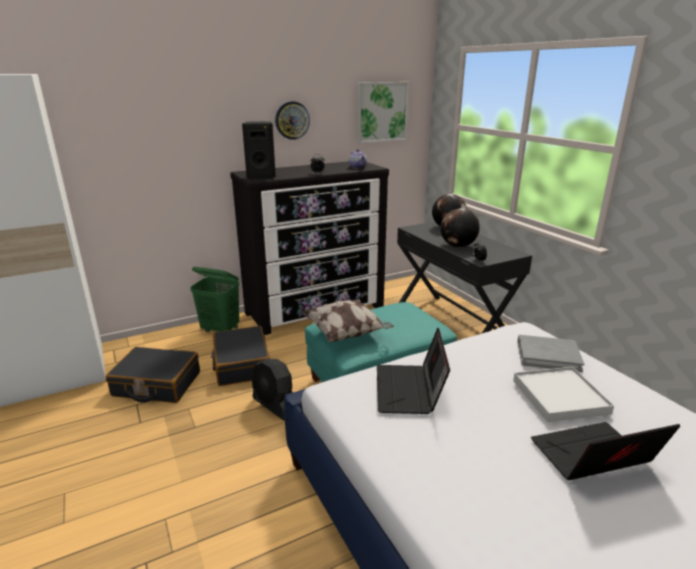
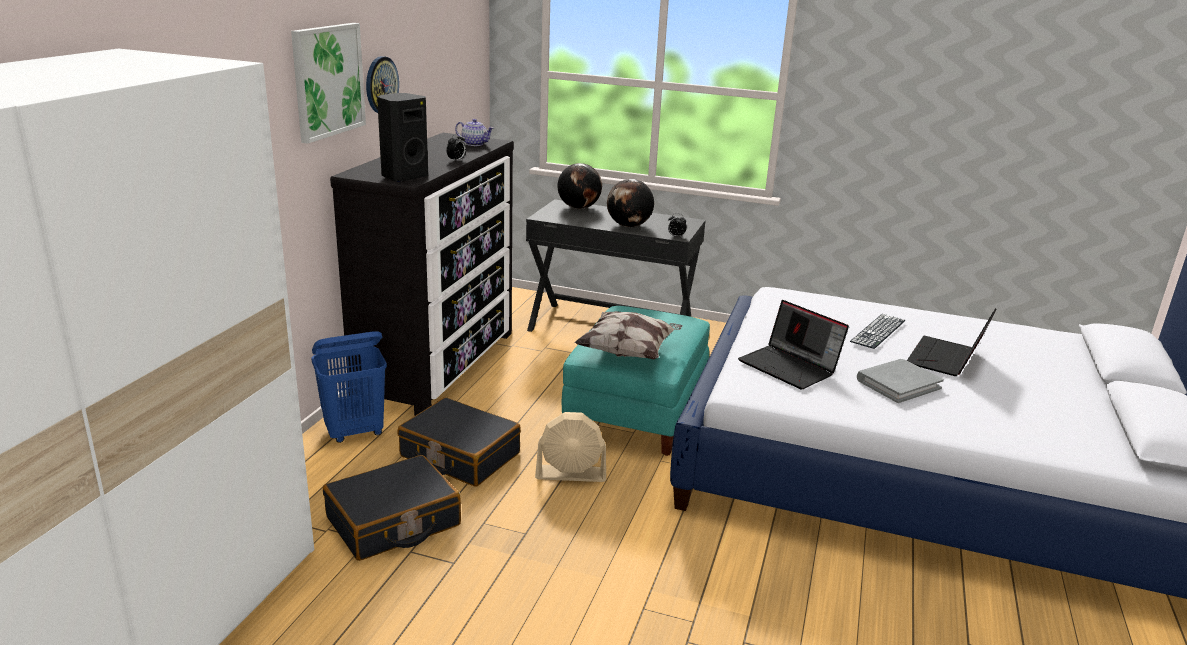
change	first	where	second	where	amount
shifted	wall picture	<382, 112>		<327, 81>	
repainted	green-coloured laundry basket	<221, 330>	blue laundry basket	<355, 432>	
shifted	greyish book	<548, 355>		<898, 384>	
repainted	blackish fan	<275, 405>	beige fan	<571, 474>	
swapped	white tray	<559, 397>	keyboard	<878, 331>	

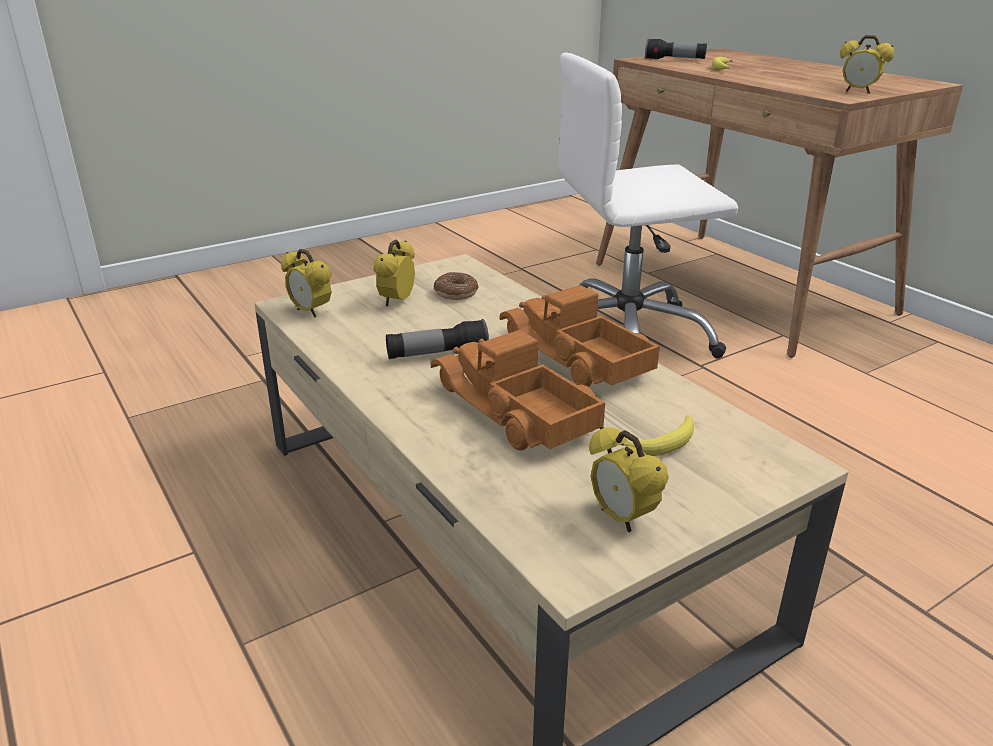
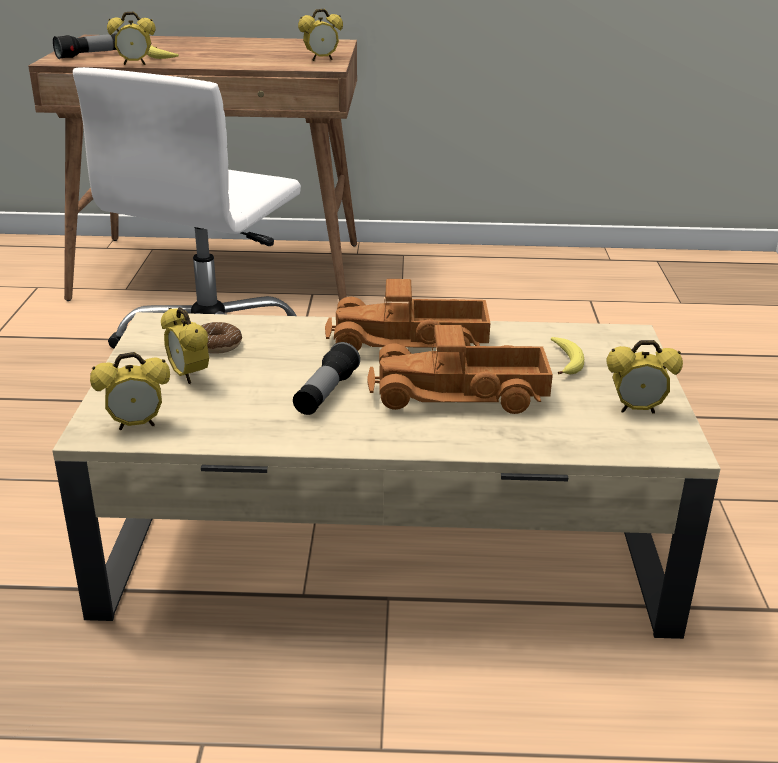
change	first	where	second	where	amount
new			table clock	<135, 64>	

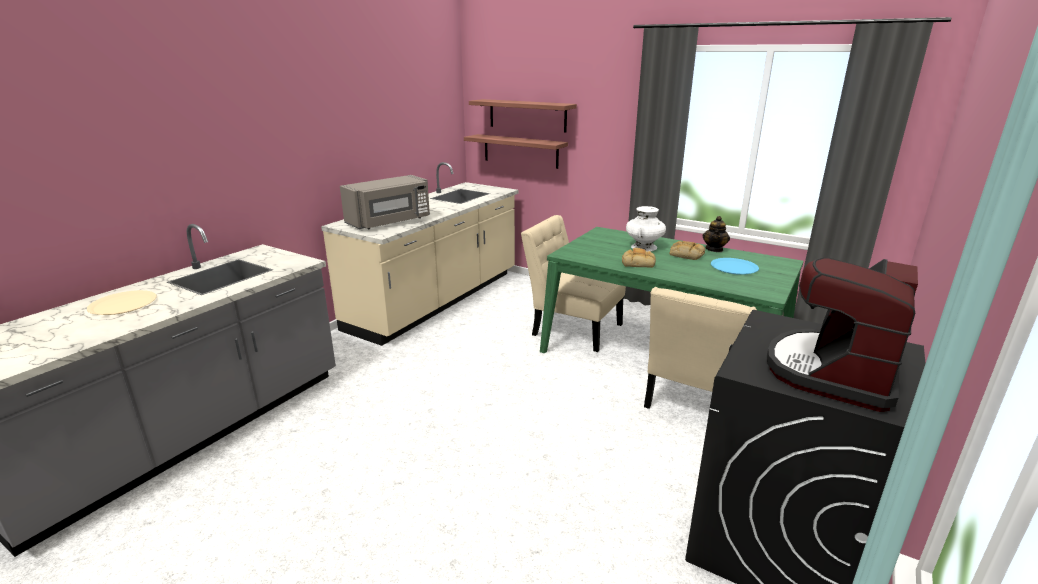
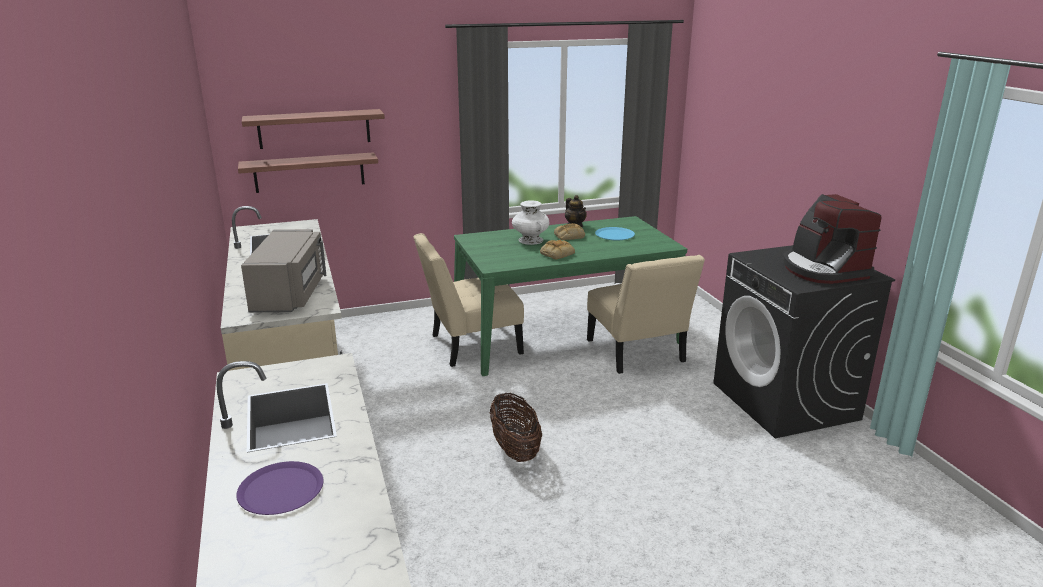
change	first	where	second	where	amount
repainted	beige flat dish	<123, 304>	purplish flat dish	<281, 489>	
new			household basket	<515, 449>	

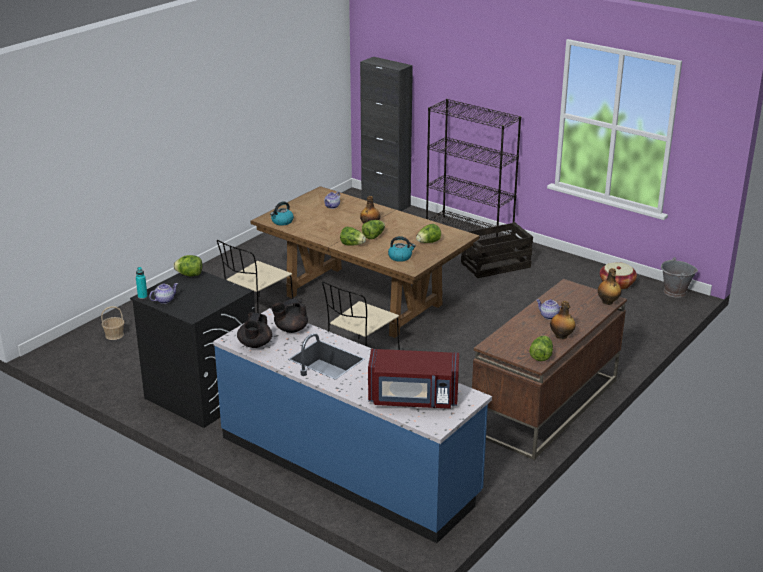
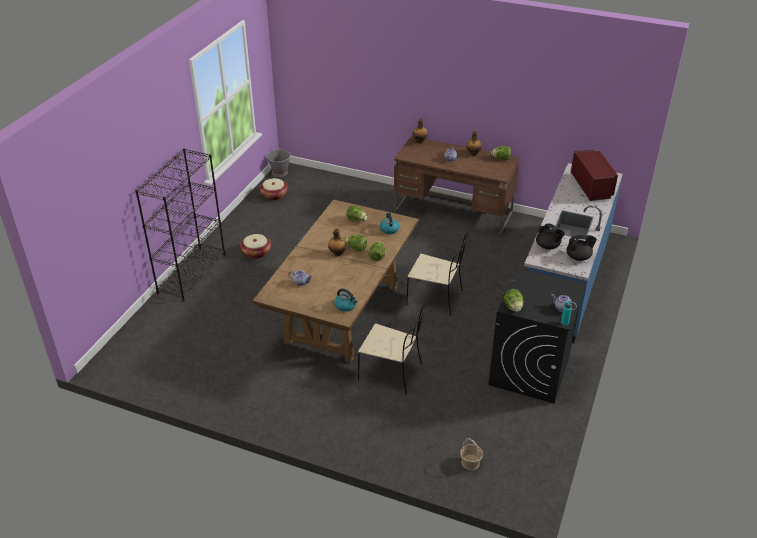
change	first	where	second	where	amount
gone	blackish cabinet	<385, 203>			
swapped	packing crate	<495, 265>	household basket	<256, 252>	

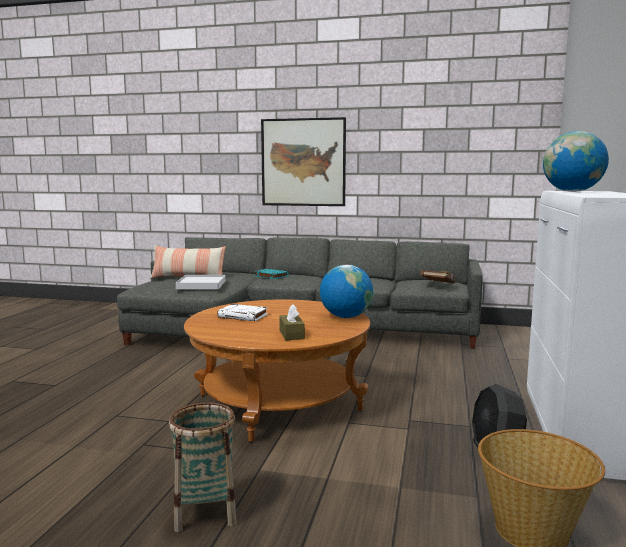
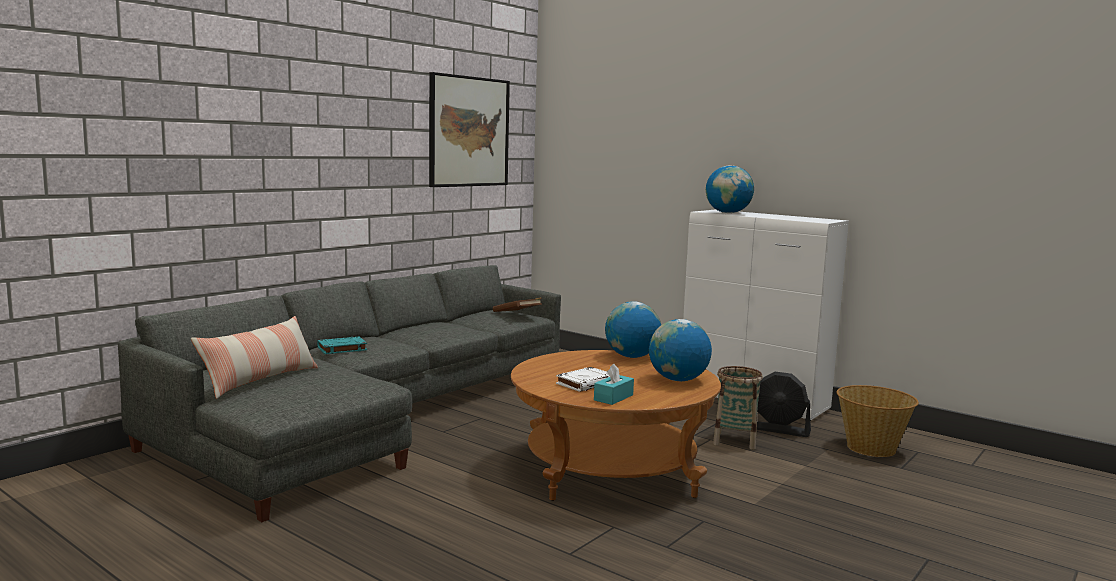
change	first	where	second	where	amount
shifted	wall picture	<303, 162>		<468, 132>	
gone	white tray	<201, 285>			
swapped	brownish tissue box	<291, 334>	desk globe	<678, 380>	
shifted	household basket	<206, 511>		<735, 440>	
new			turquoise tissue box	<613, 397>	

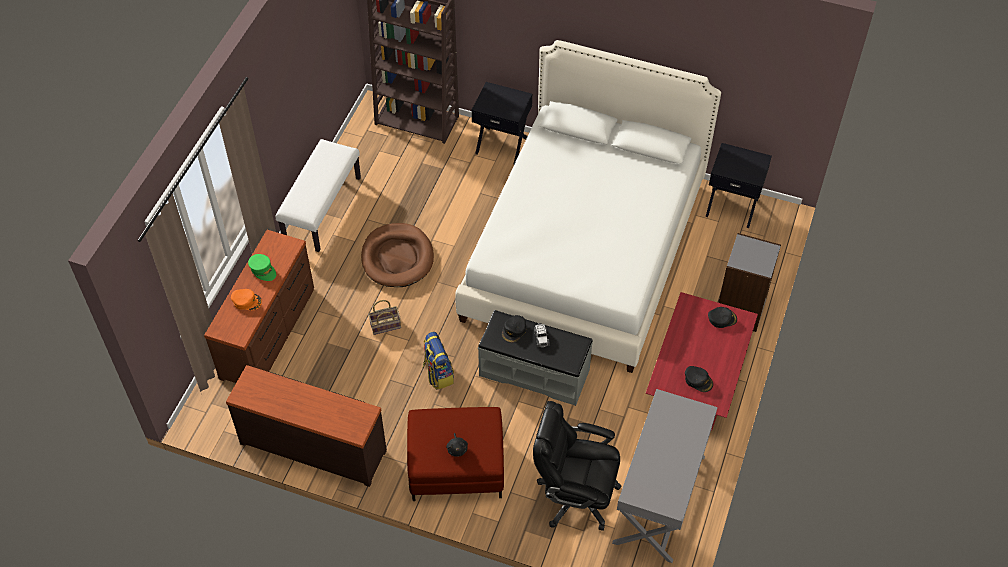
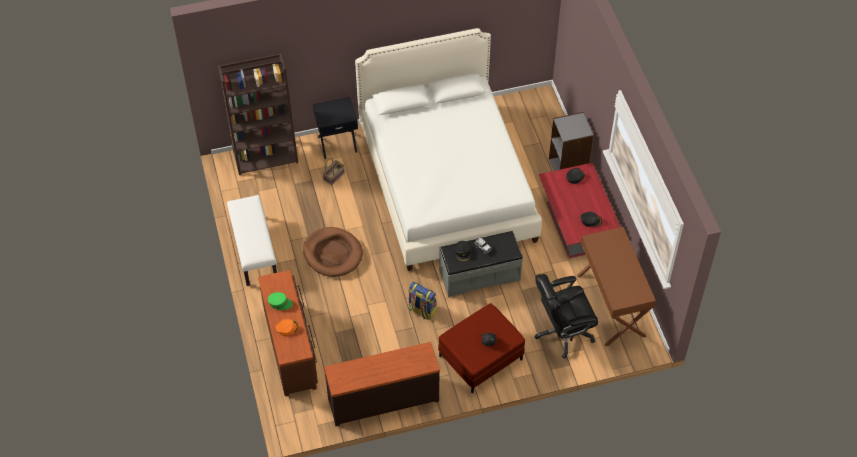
change	first	where	second	where	amount
gone	blackish bedside table	<732, 206>			
shifted	household basket	<386, 325>		<334, 176>	
repainted	greyish desk unit	<660, 499>	brownish desk unit	<611, 305>	

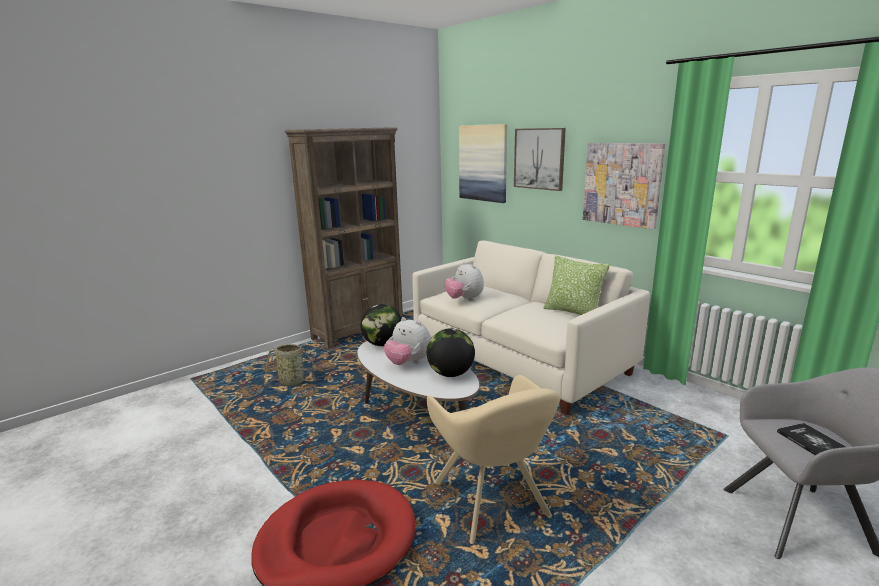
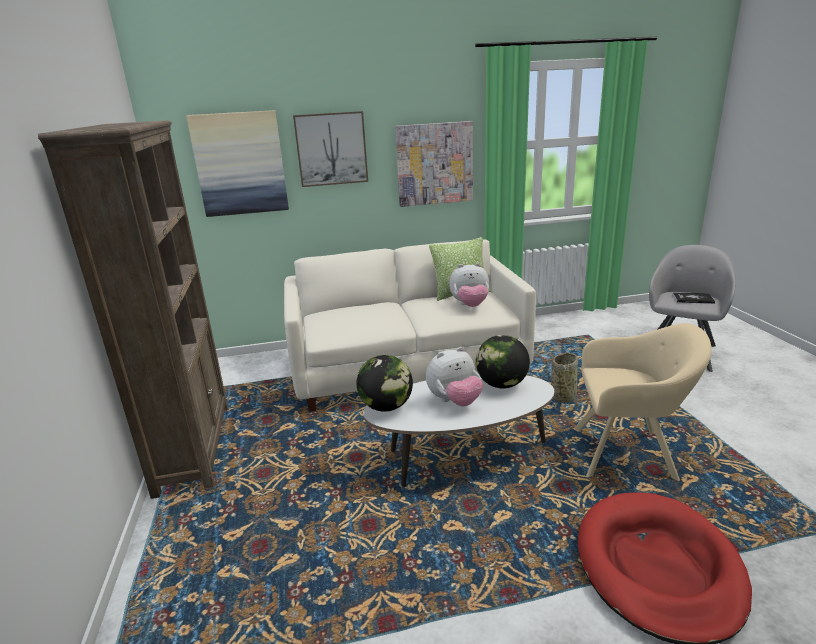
change	first	where	second	where	amount
shifted	plush toy	<464, 299>		<470, 305>	
shifted	household basket	<294, 382>		<563, 396>	

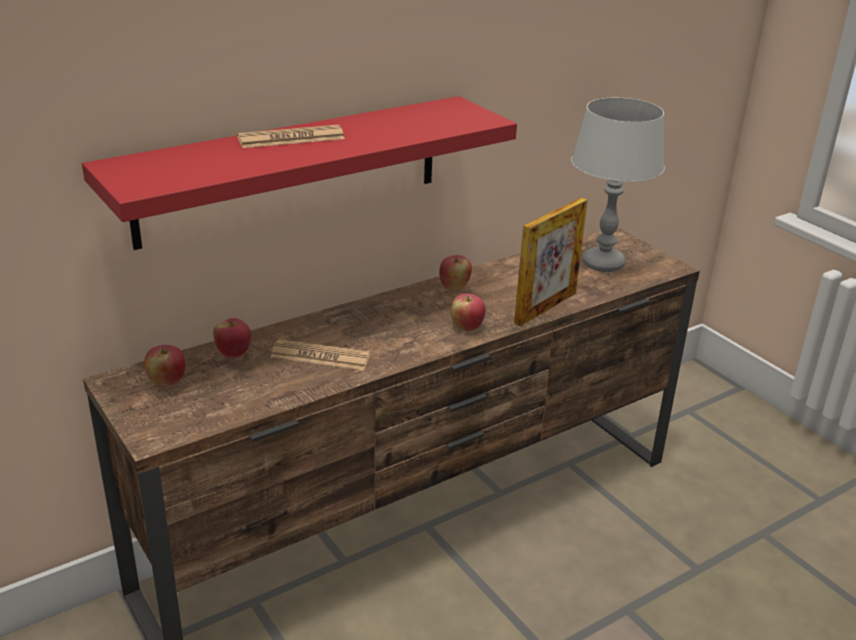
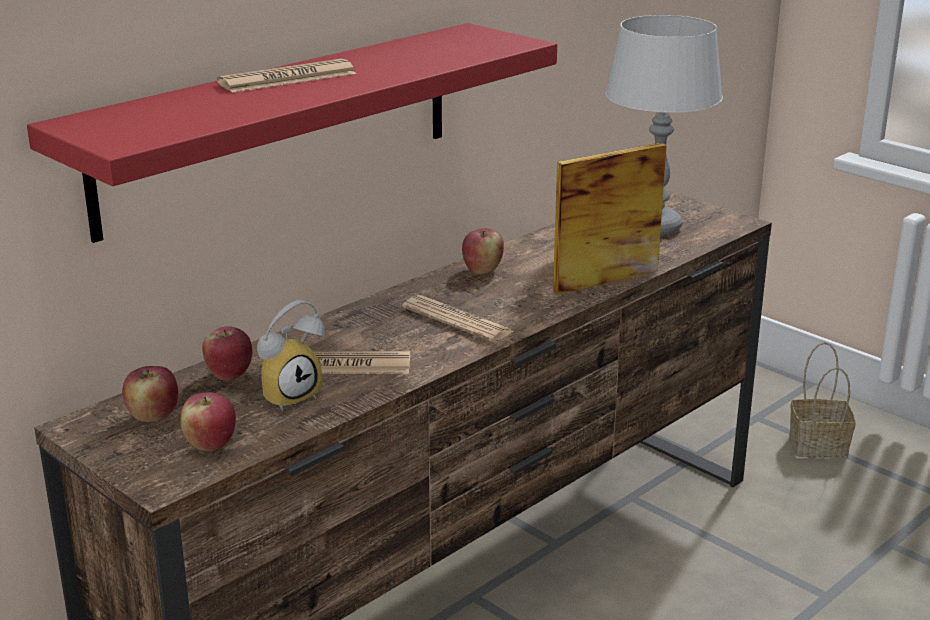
change	first	where	second	where	amount
rotated	standing frame	<545, 308>		<606, 280>	150 degrees counterclockwise
shifted	whole apple	<466, 327>		<210, 445>	
new			daily paper	<457, 320>	
new			table clock	<289, 395>	
new			household basket	<816, 447>	

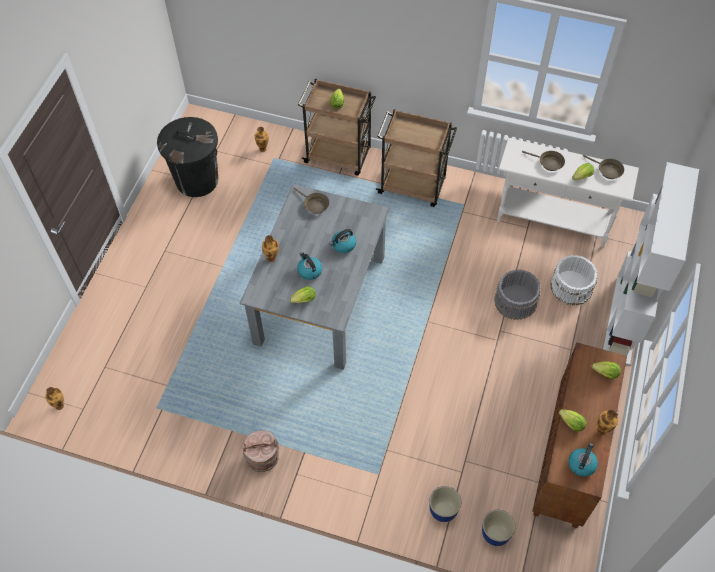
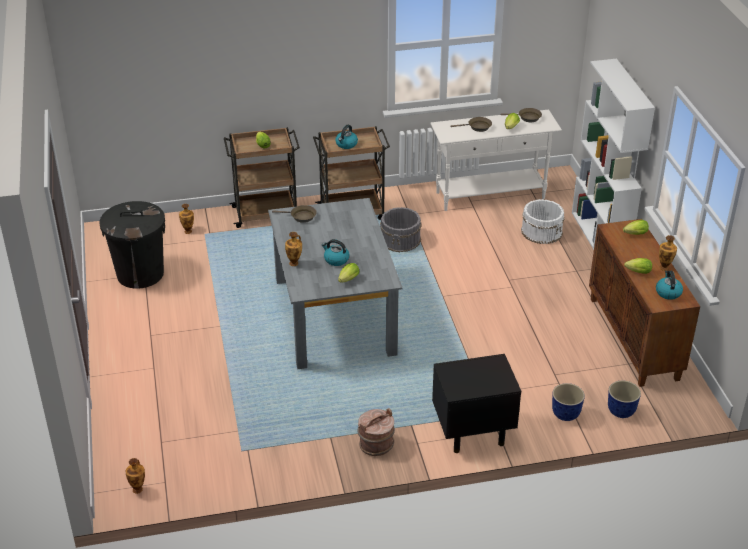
change	first	where	second	where	amount
shifted	tea kettle	<343, 245>		<346, 144>	
shifted	greyish bucket	<516, 301>		<400, 240>	
new			blackish bedside table	<472, 432>	

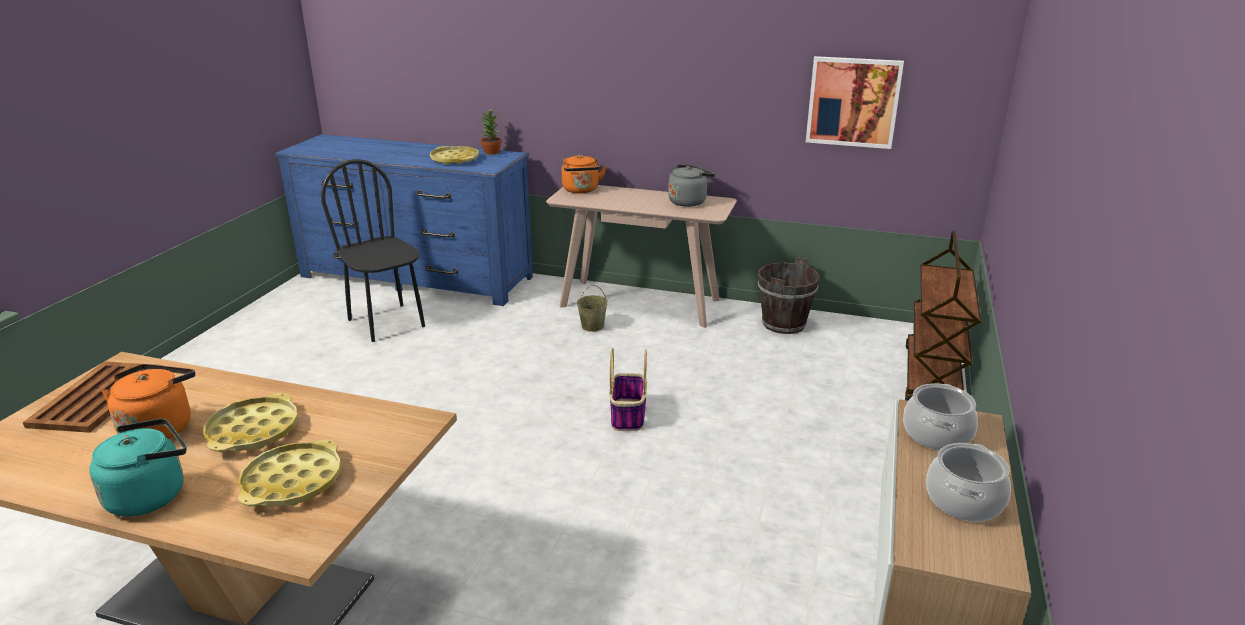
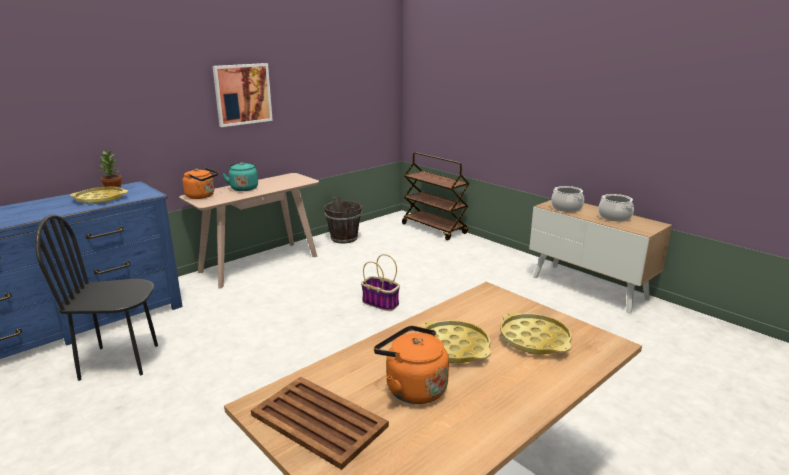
change	first	where	second	where	amount
shifted	wall picture	<853, 102>		<243, 94>	
gone	greyish tea kettle	<689, 201>			
gone	beige bucket	<592, 326>			
shifted	turquoise tea kettle	<151, 495>		<244, 188>	

